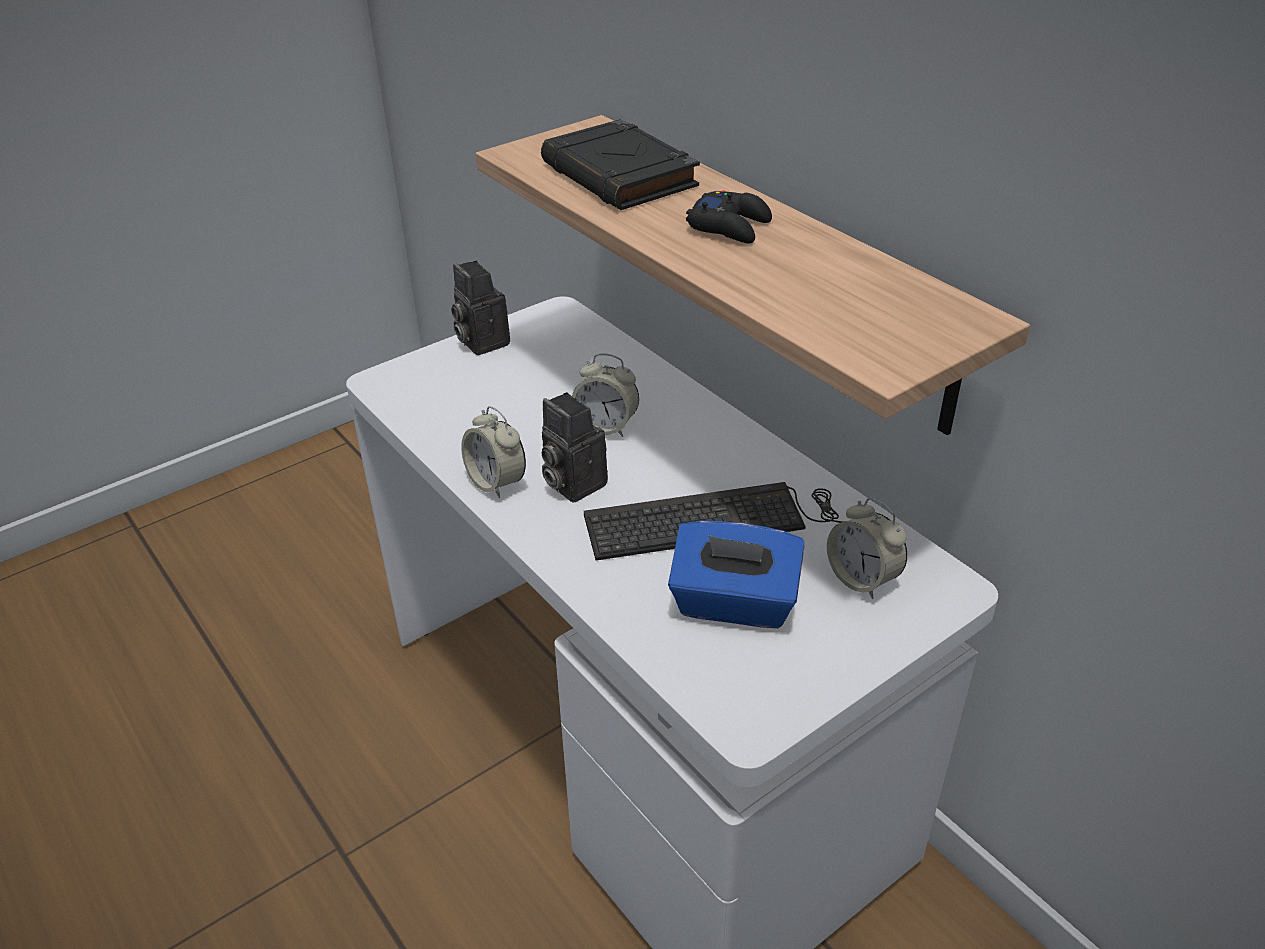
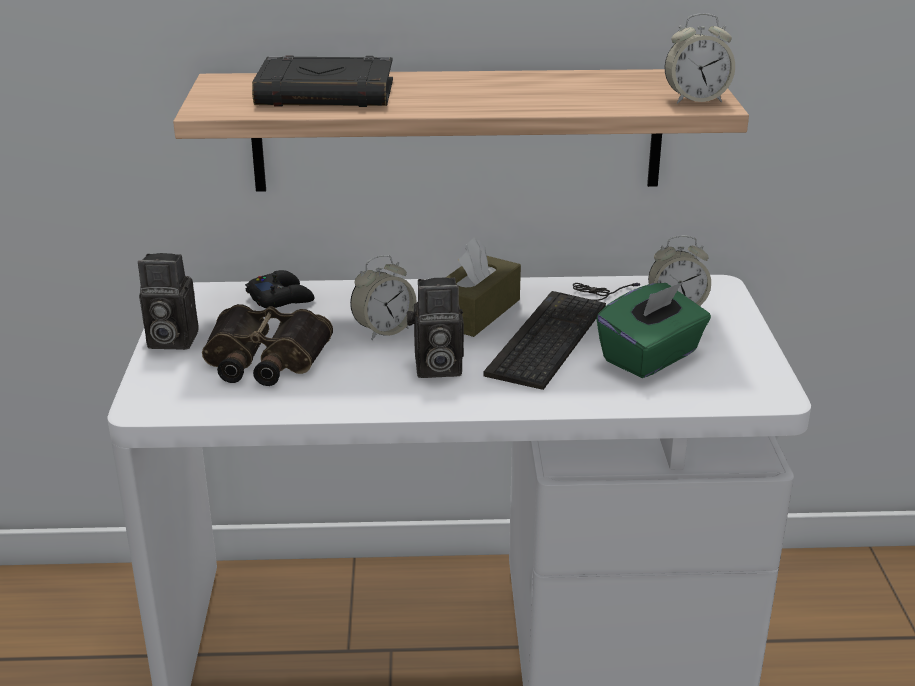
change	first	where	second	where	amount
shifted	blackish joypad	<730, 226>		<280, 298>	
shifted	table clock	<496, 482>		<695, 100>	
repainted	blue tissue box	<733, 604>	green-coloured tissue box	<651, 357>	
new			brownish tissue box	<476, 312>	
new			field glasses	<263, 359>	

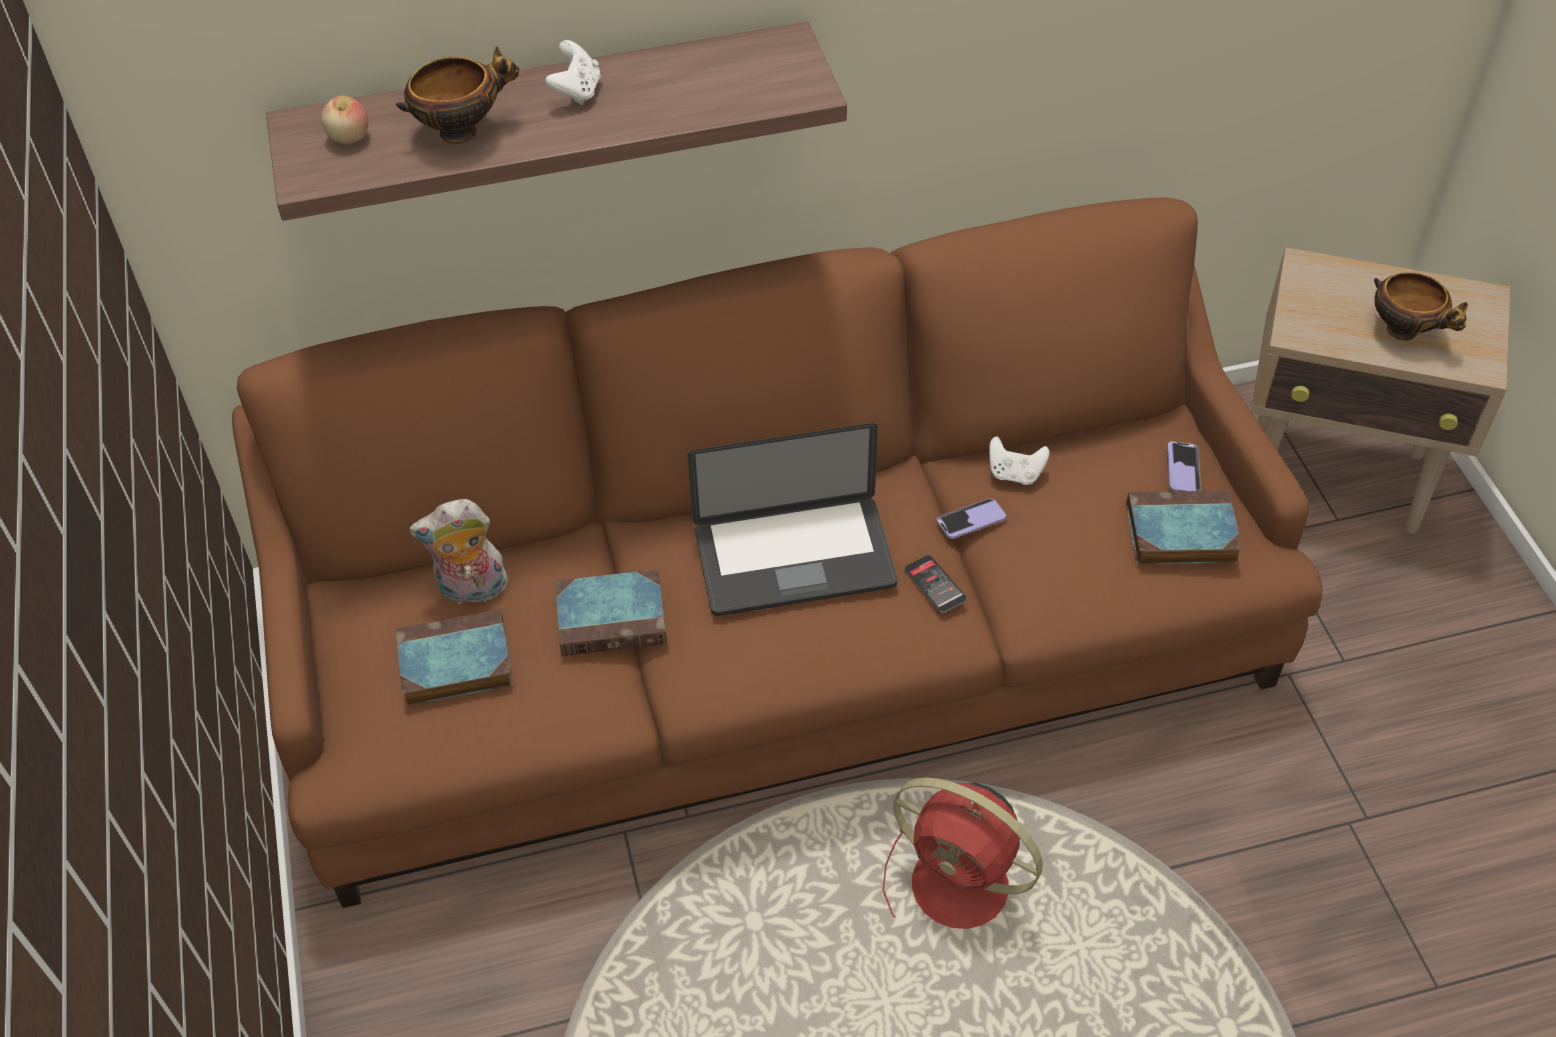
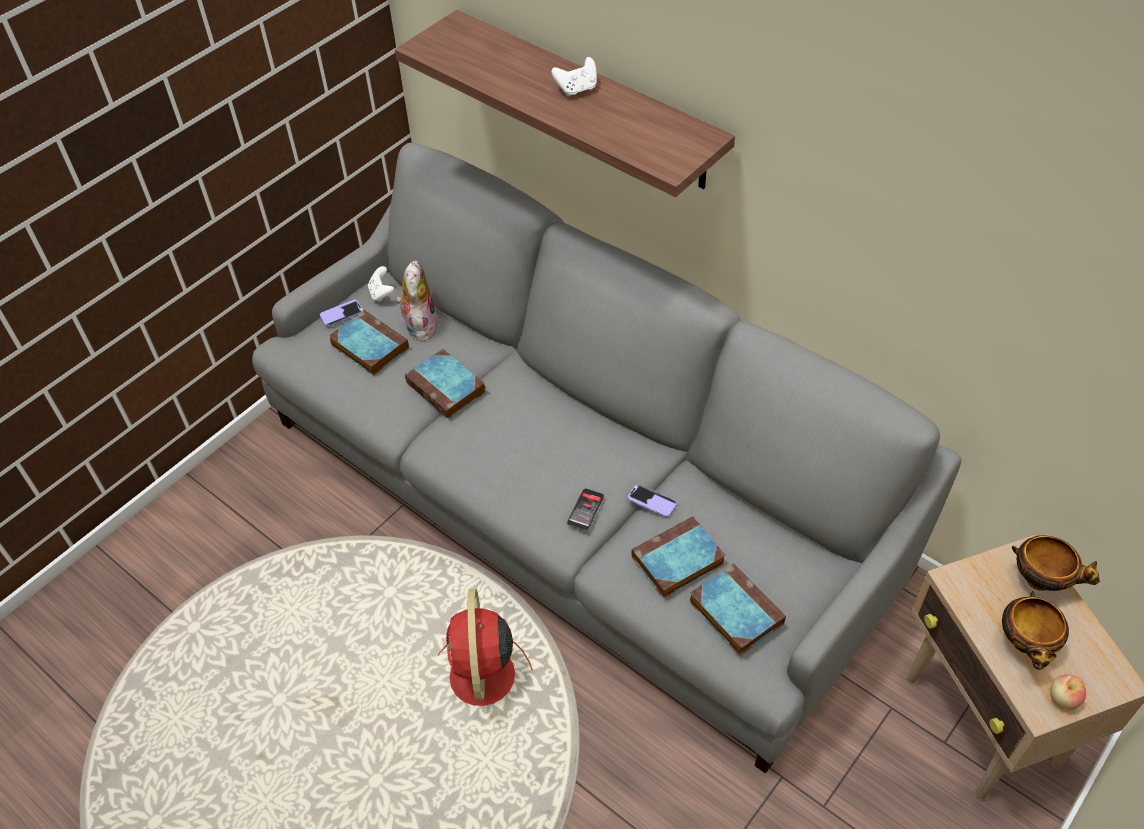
change	first	where	second	where	amount
shifted	bowl	<462, 130>		<1042, 581>	
shifted	whole apple	<349, 137>		<1063, 699>	
repainted	brownish settee	<783, 643>	greyish settee	<576, 499>	
gone	portable computer	<794, 558>			
shifted	white joypad	<1015, 474>		<381, 293>	
shifted	telephone	<1183, 469>		<341, 314>	
rotated	plush toy	<471, 591>		<420, 325>	45 degrees clockwise
new			book	<676, 562>	

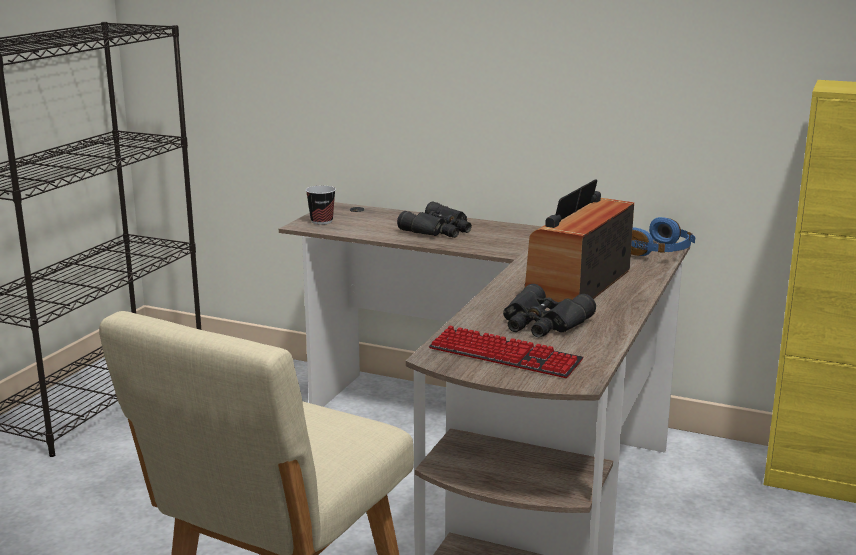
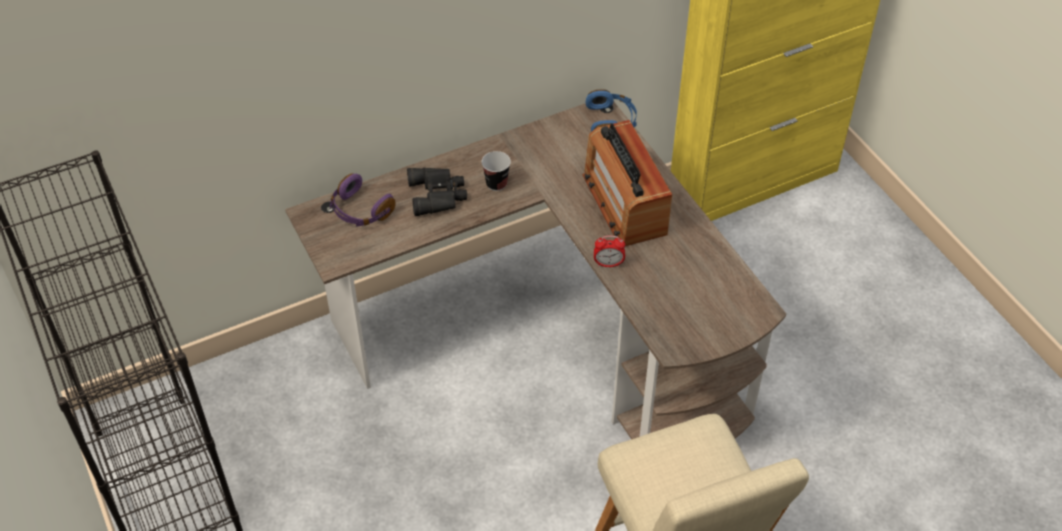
change	first	where	second	where	amount
shifted	cup	<321, 221>		<496, 184>	
gone	blackish field glasses	<543, 323>			
gone	keyboard	<504, 356>			
new			purplish headset	<360, 211>	
new			table clock	<608, 264>	

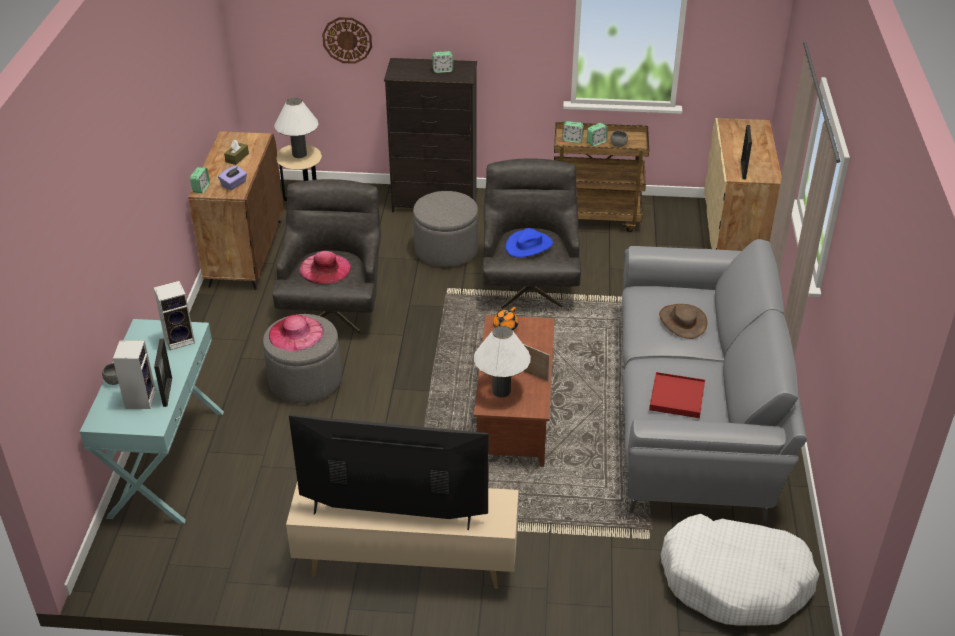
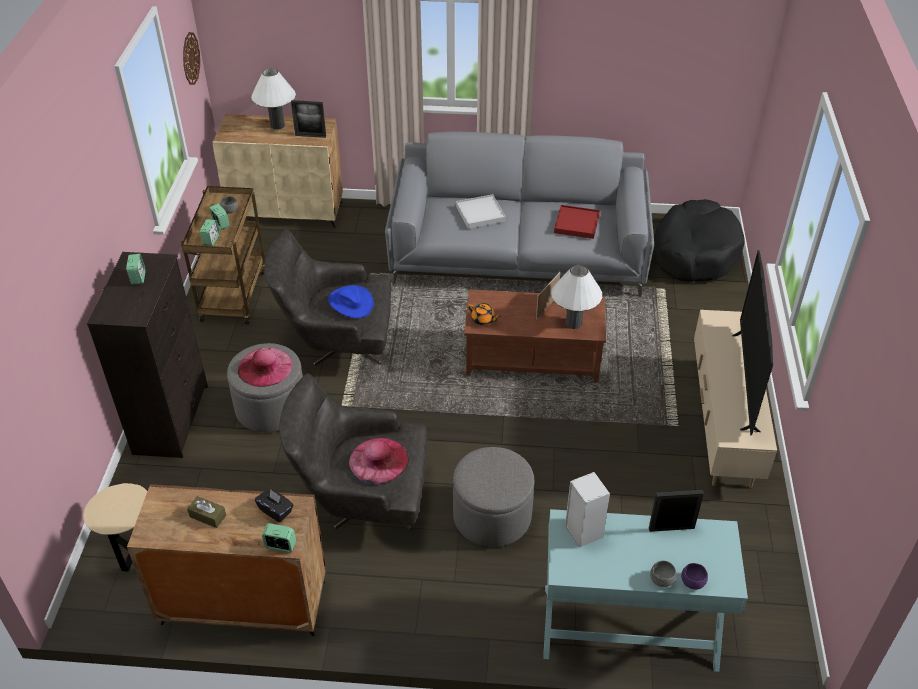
change	first	where	second	where	amount
shifted	wall clock	<347, 40>		<190, 58>	
shifted	white lamp for a table	<299, 154>		<277, 125>	
repainted	purplish tissue box	<234, 184>	blackish tissue box	<276, 511>	
swapped	brownish clothing hat	<682, 321>	white tray	<480, 213>	
shifted	pinkish clothing hat	<296, 333>		<265, 367>	
gone	speaker	<140, 398>			
repainted	white dog bed	<735, 581>	blackish dog bed	<695, 252>	
new			purplish bowl	<692, 582>	

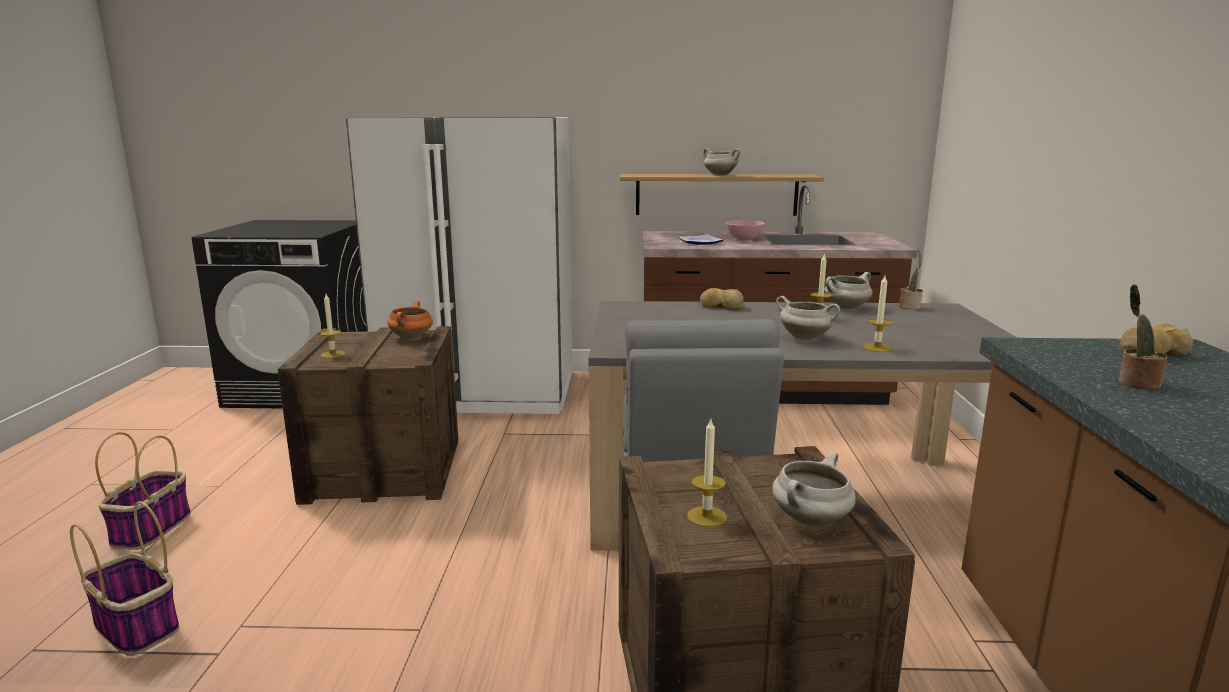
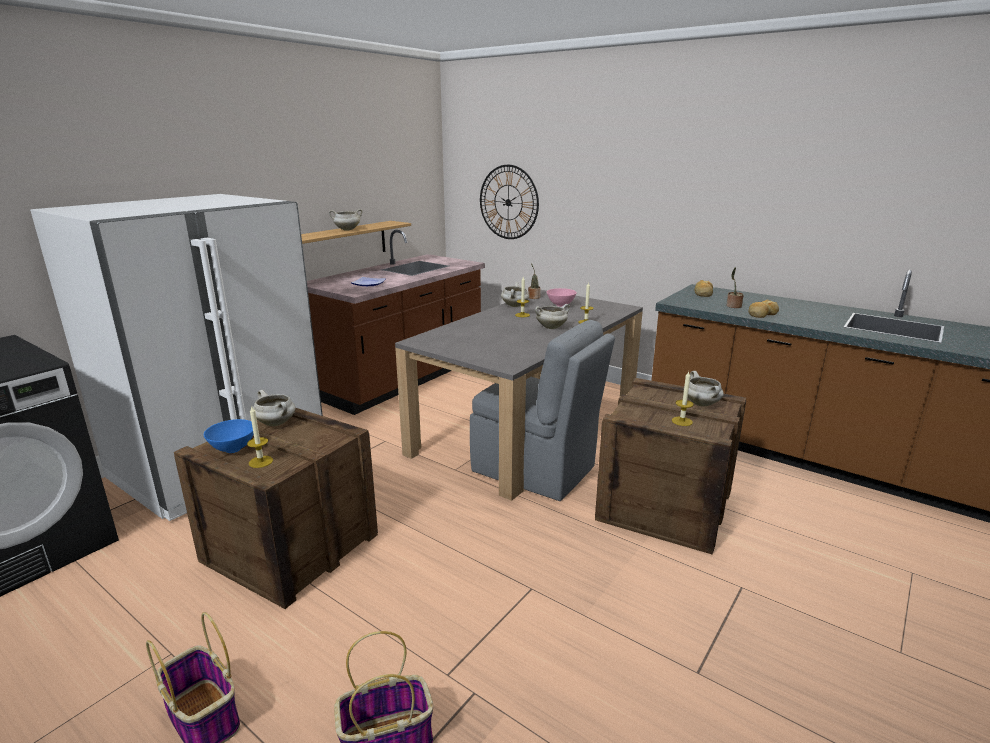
change	first	where	second	where	amount
shifted	pinkish bowl	<744, 240>		<561, 305>	
shifted	baked bread	<721, 306>		<762, 314>	
repainted	orangey cooking pot	<411, 338>	white cooking pot	<276, 423>	
new			wall clock	<508, 202>	
new			blue bowl	<232, 449>	

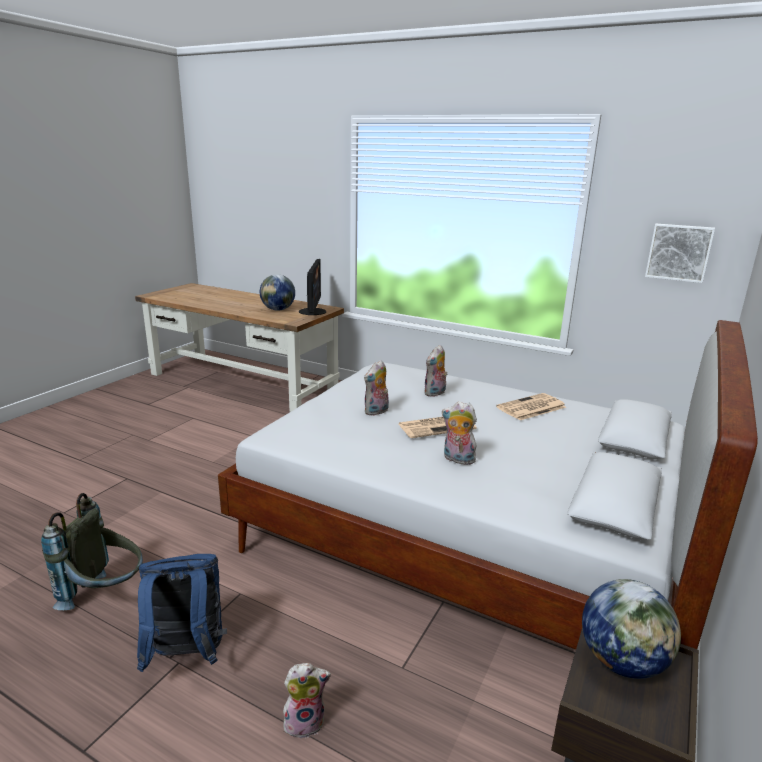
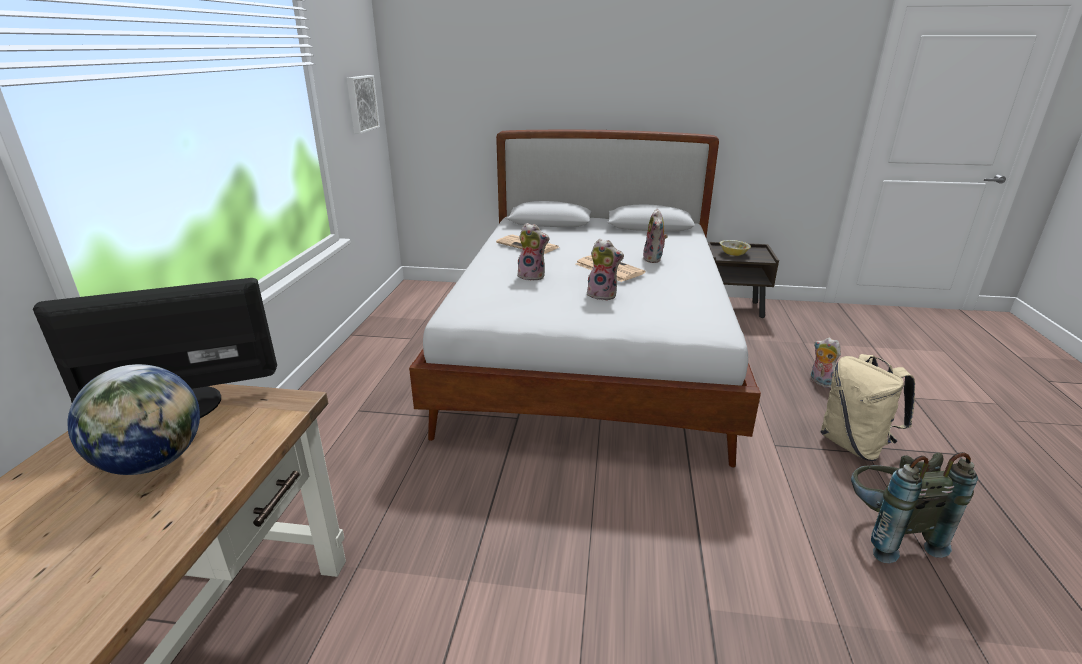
change	first	where	second	where	amount
repainted	blue rucksack	<186, 655>	beige rucksack	<854, 445>	
swapped	desk globe	<622, 661>	bowl	<733, 254>	

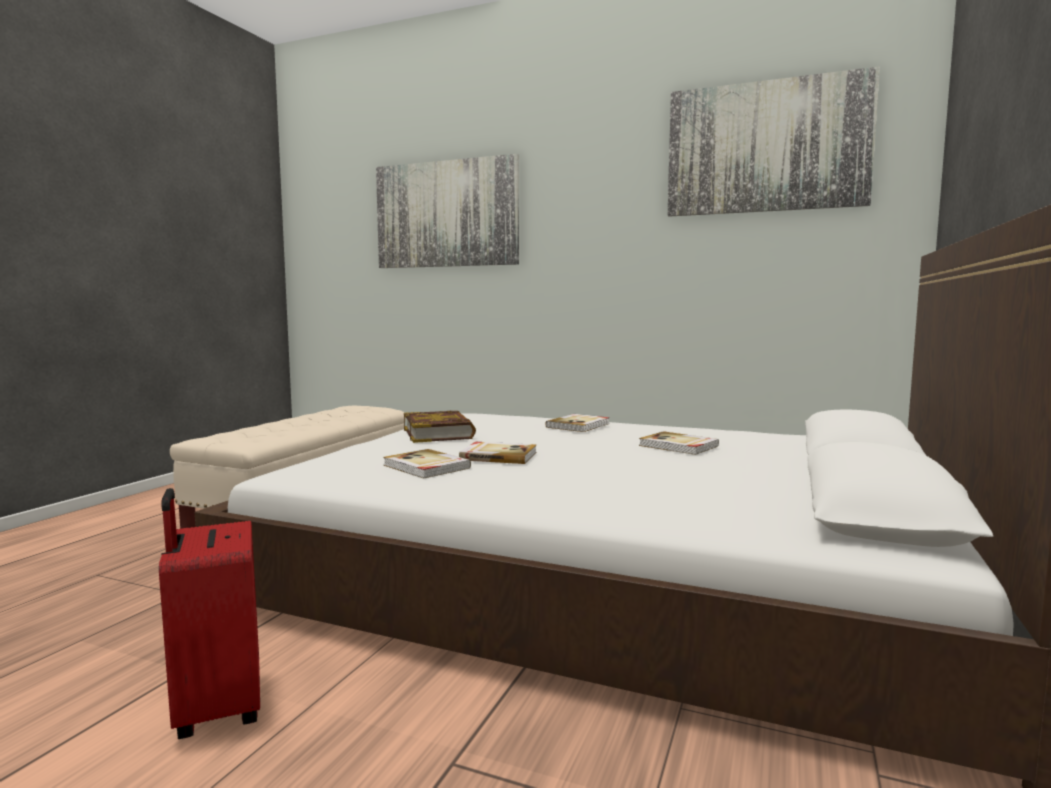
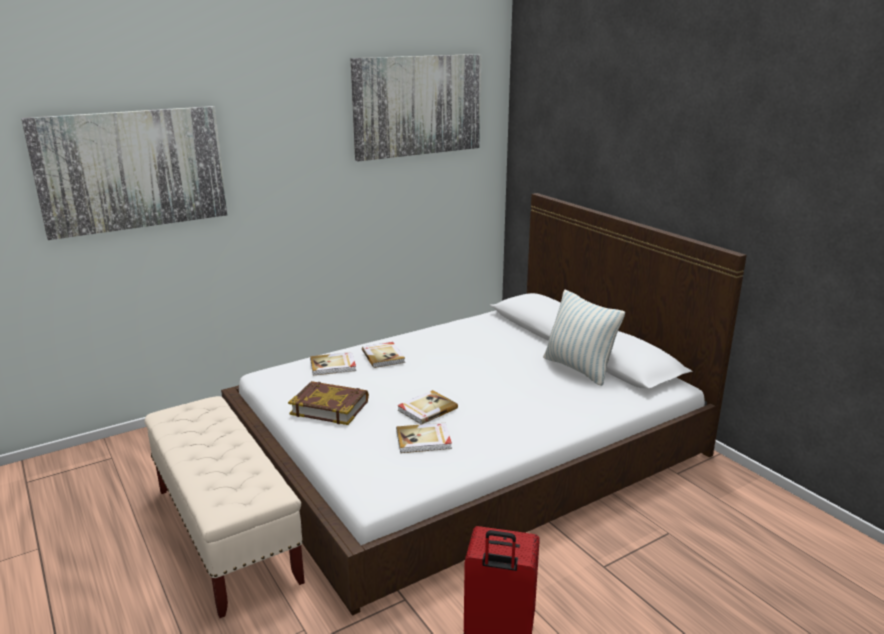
change	first	where	second	where	amount
shifted	book	<678, 446>		<333, 366>	
new			cushion	<578, 368>	

